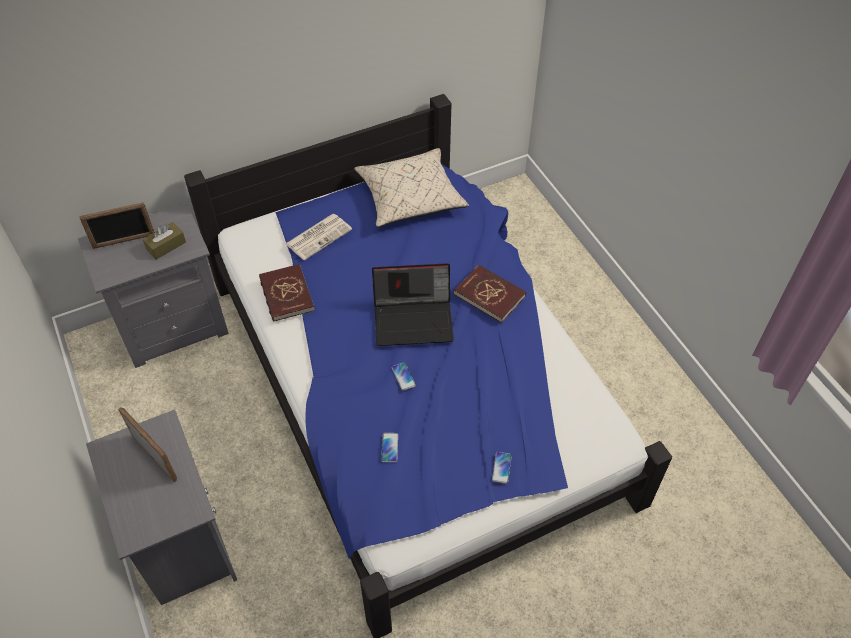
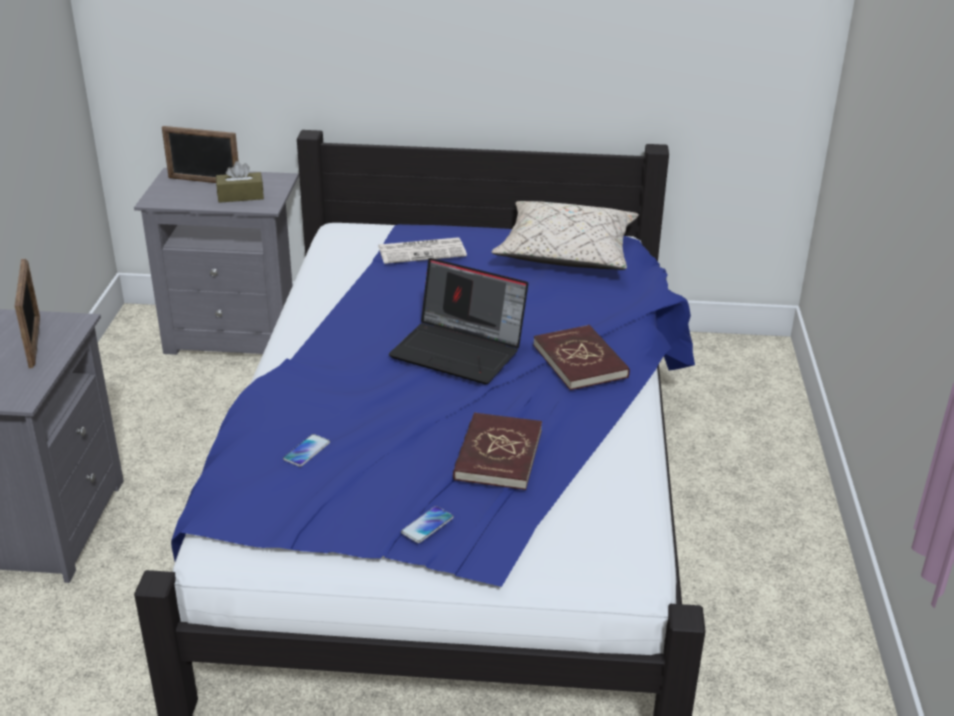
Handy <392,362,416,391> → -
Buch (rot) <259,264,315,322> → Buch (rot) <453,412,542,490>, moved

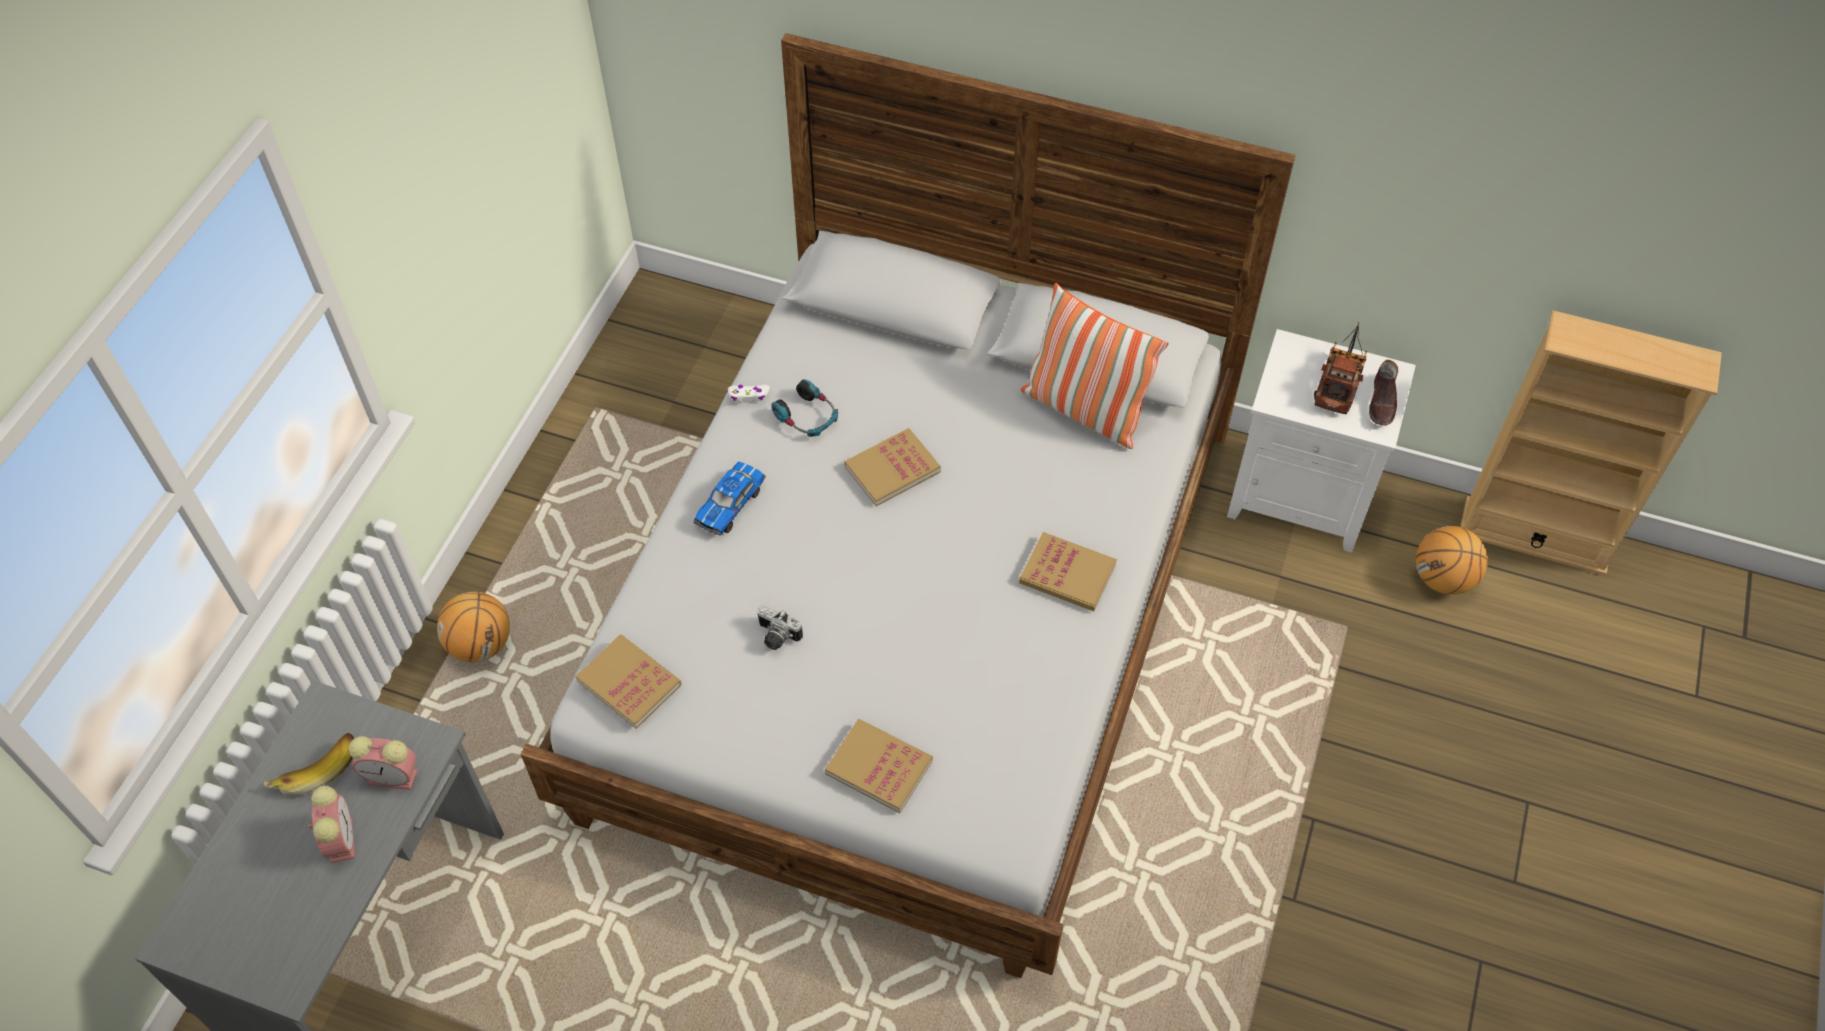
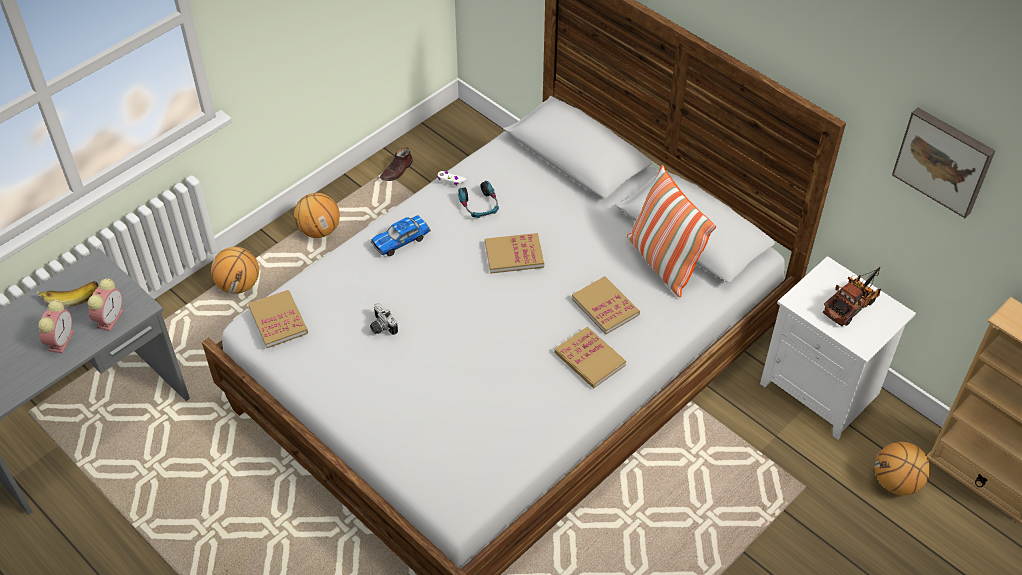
- → Basketball <294,193,340,238>
- → Bild <892,108,995,218>
Buch <825,719,933,813> → Buch <572,276,640,334>, moved
Schuh (braun) <1369,360,1398,426> → Schuh (braun) <380,147,413,181>, moved
Wecker <349,736,418,790> → Wecker <88,278,124,331>, 105 degrees counterclockwise

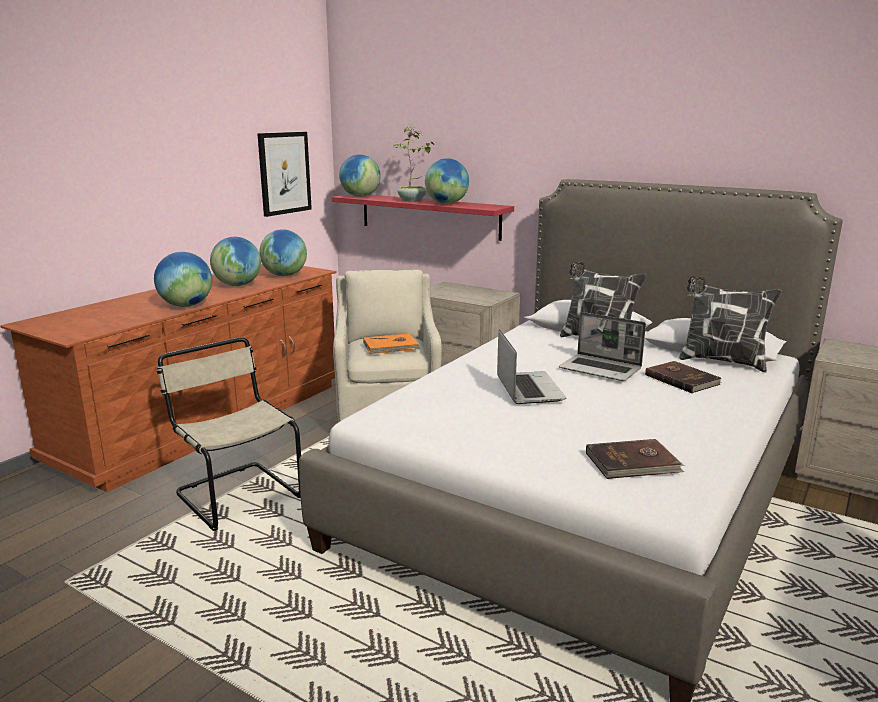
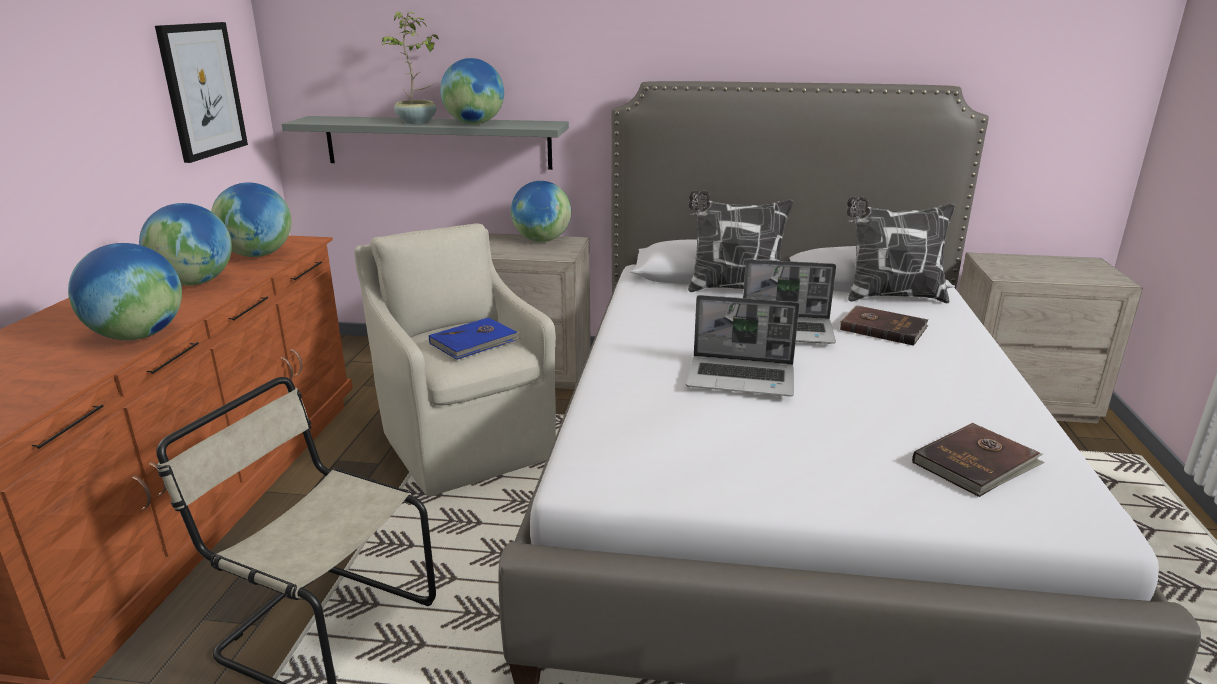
Globus <339,155,381,197> → Globus <511,181,571,242>, moved
Wandregal (rot) <332,194,514,241> → Wandregal (grau) <282,116,569,170>
Buch (orange) <363,333,420,354> → Buch (blau) <429,317,521,360>
Laptop <497,329,566,404> → Laptop <686,295,800,396>, 135 degrees clockwise

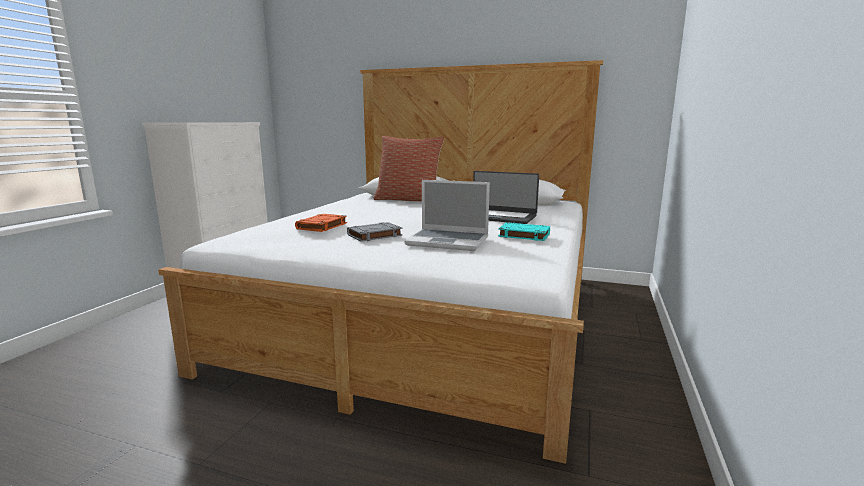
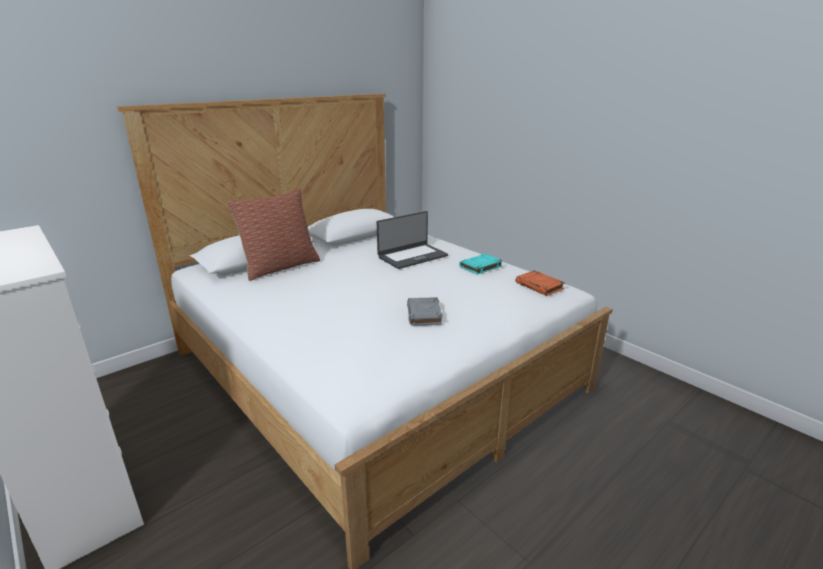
Laptop <404,180,490,251> → -
Buch (orange) <295,214,347,232> → Buch (orange) <515,270,565,296>, moved

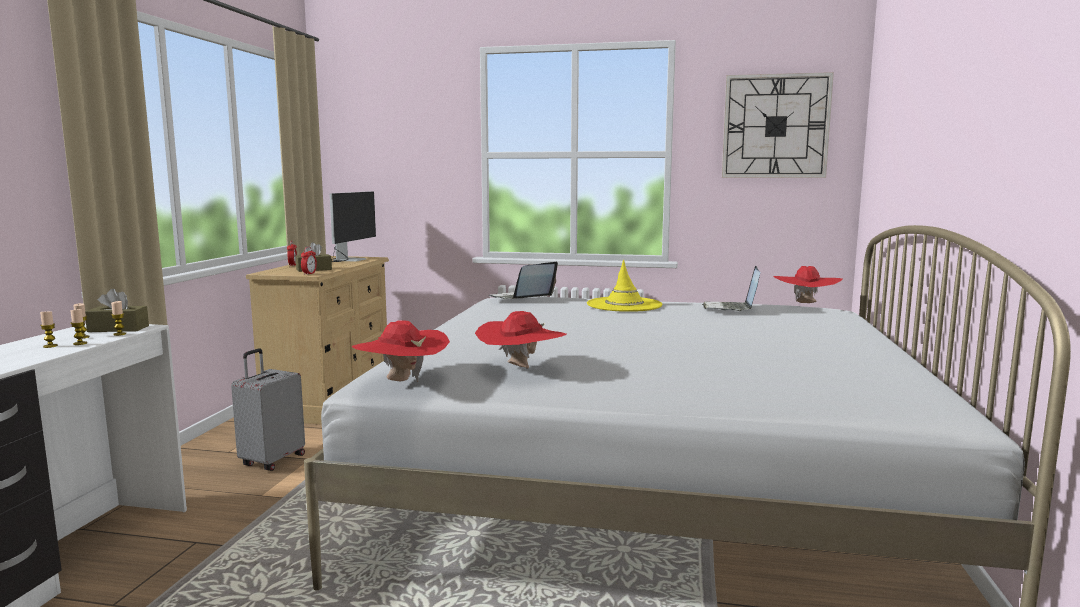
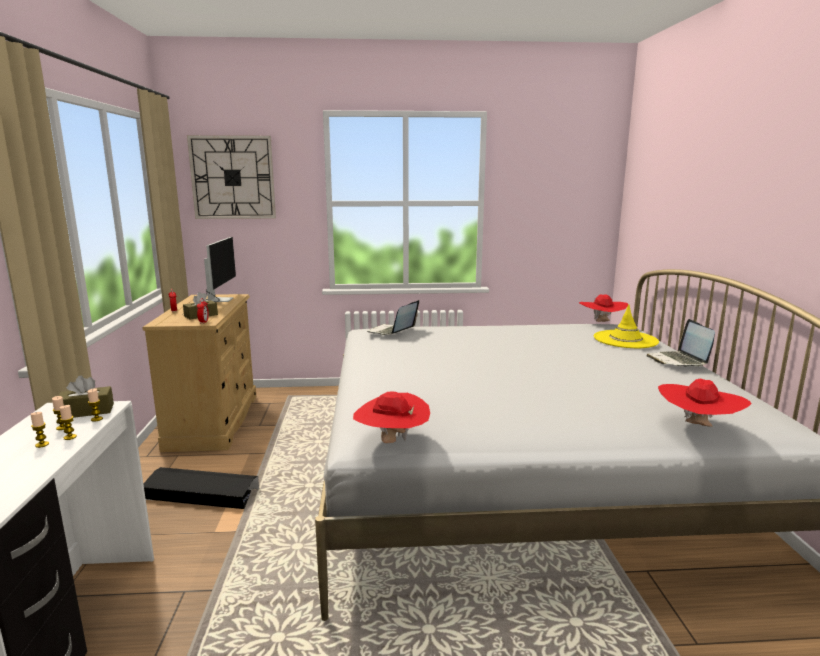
Hut (rot) <475,311,567,369> → Hut (rot) <658,379,752,427>, moved
Hut (gelb) <587,260,662,312> → Hut (gelb) <594,304,659,348>, moved
Laptop <702,266,760,311> → Laptop <647,319,715,367>, moved
Wanduhr <722,72,834,178> → Wanduhr <187,135,276,219>, moved
Koffer (grau) <231,349,305,471> → Aufbewahrungsbox (schwarz) <144,467,259,509>

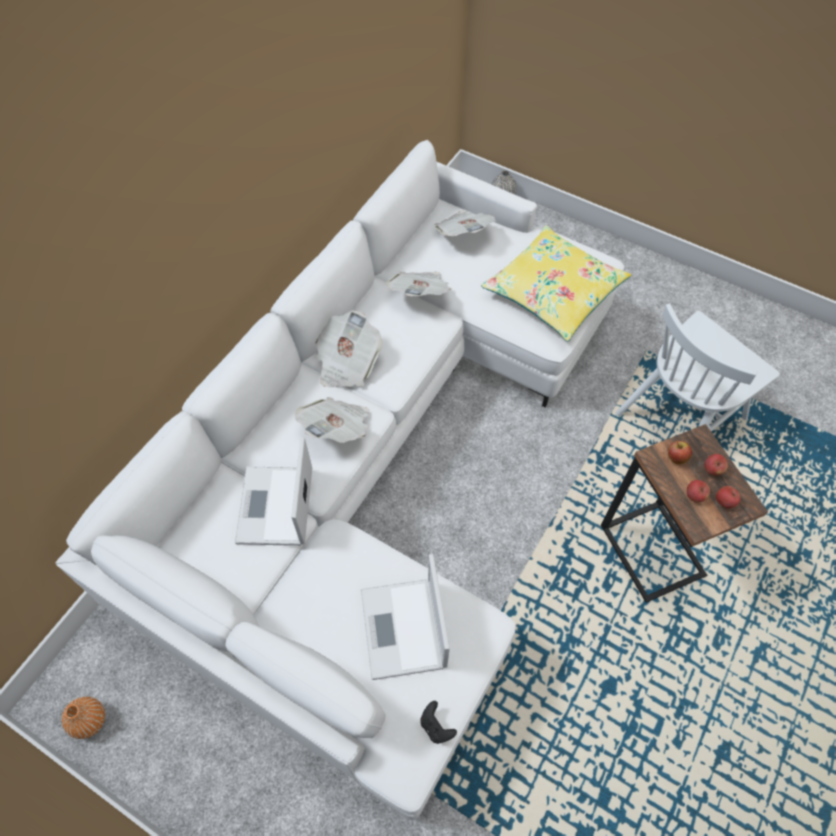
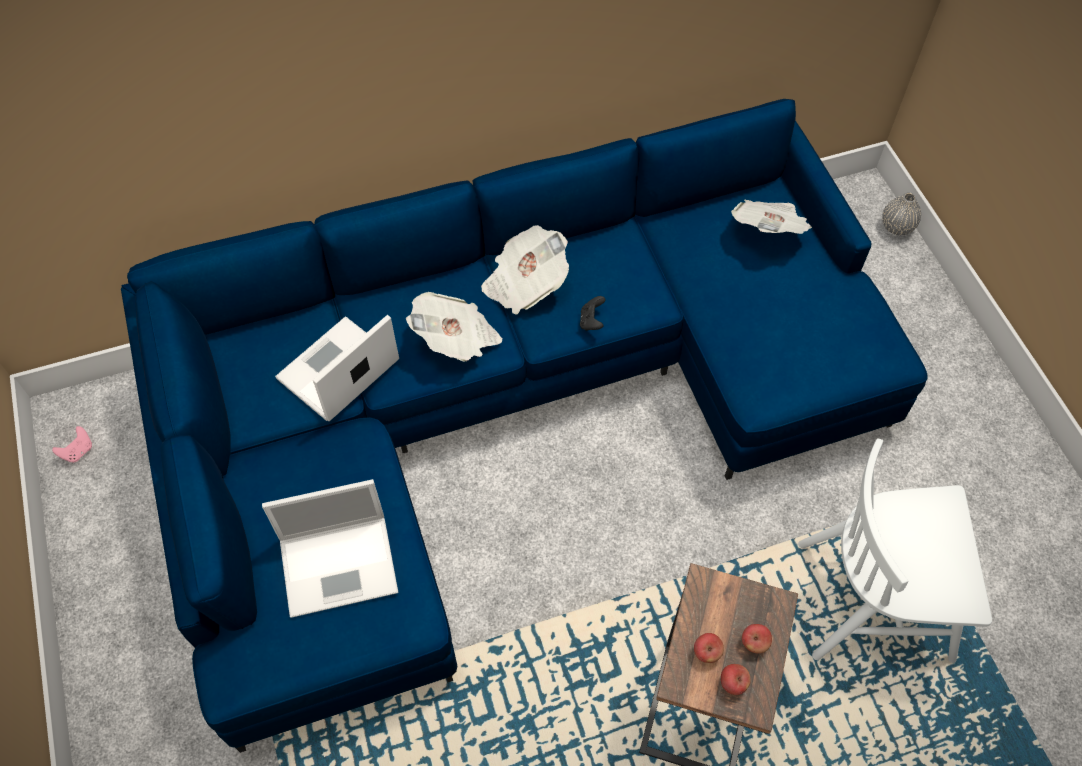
Zeitung <386,271,451,296> → -
Kissen (gelb) <481,225,631,341> → -
Apfel <668,441,692,465> → -
Gamepad (schwarz) <420,701,457,744> → Gamepad (schwarz) <580,296,606,331>, moved
Vase (orange) <62,697,105,739> → Gamepad (rosa) <52,426,92,463>
Sofa (weiß) <55,140,624,820> → Sofa (blau) <121,99,928,753>
Laptop <361,554,450,680> → Laptop <262,479,398,618>, 135 degrees counterclockwise

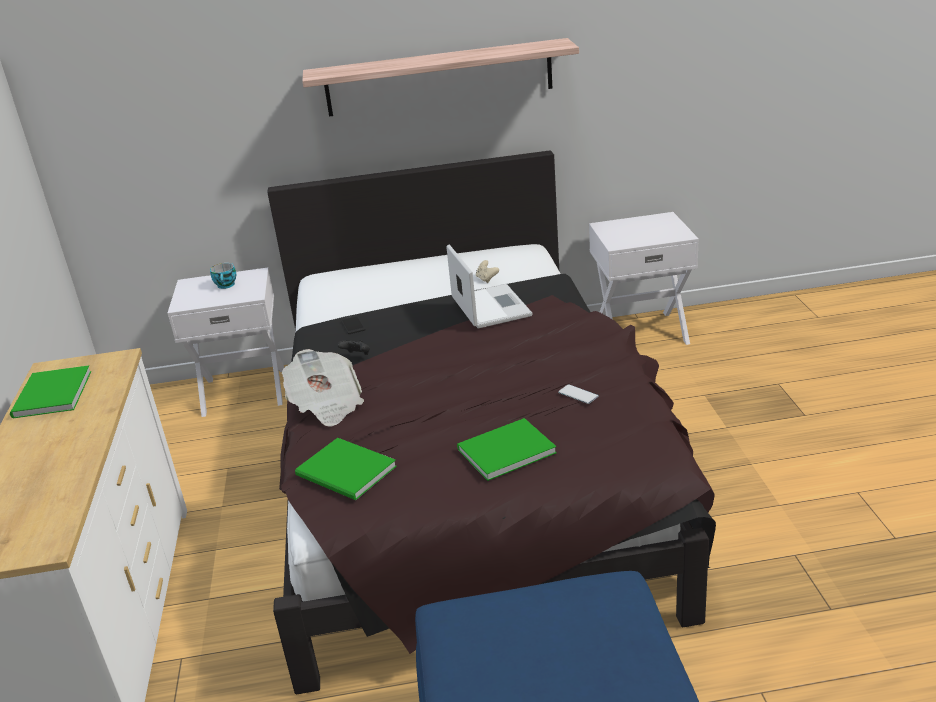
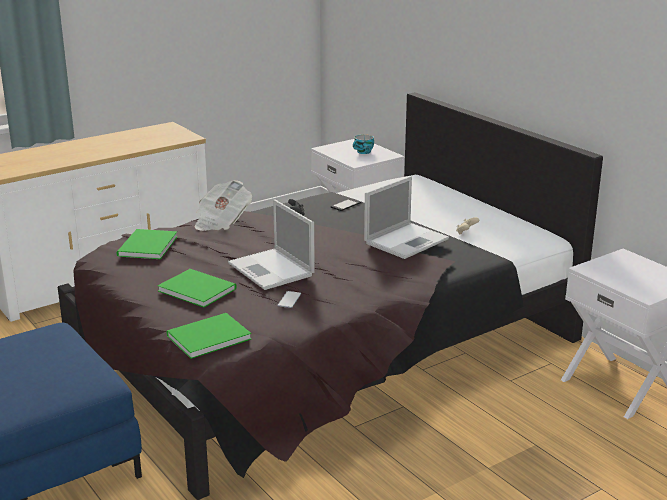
Wandregal <302,38,579,117> → -
- → Laptop <228,200,315,290>
Buch (grün) <10,365,91,418> → Buch (grün) <166,313,251,359>, moved

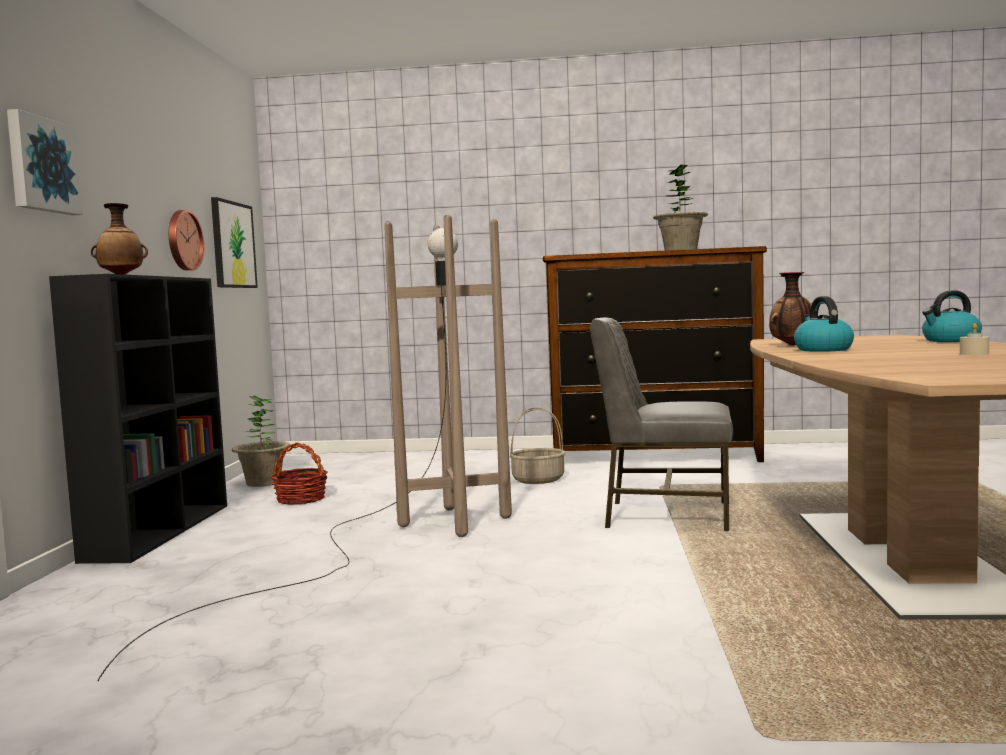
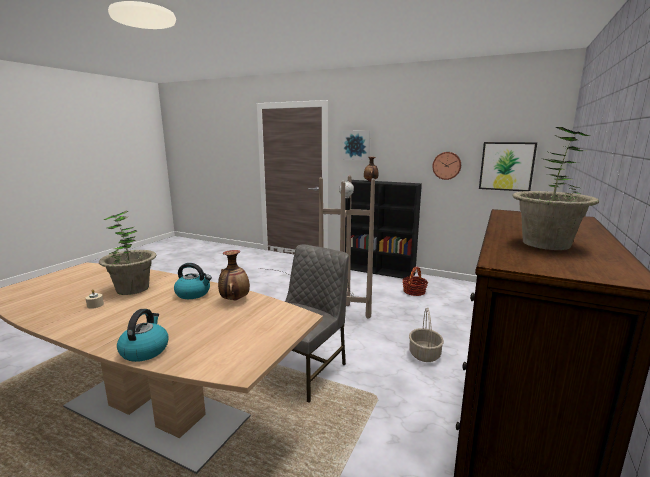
Topfpflanze <232,396,290,487> → Topfpflanze <99,211,156,295>, moved

